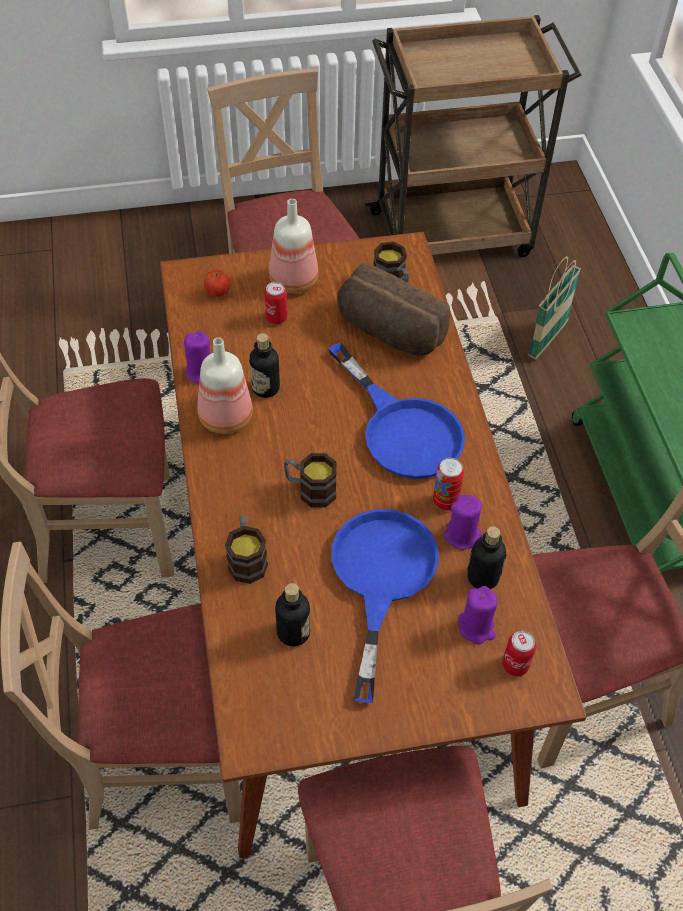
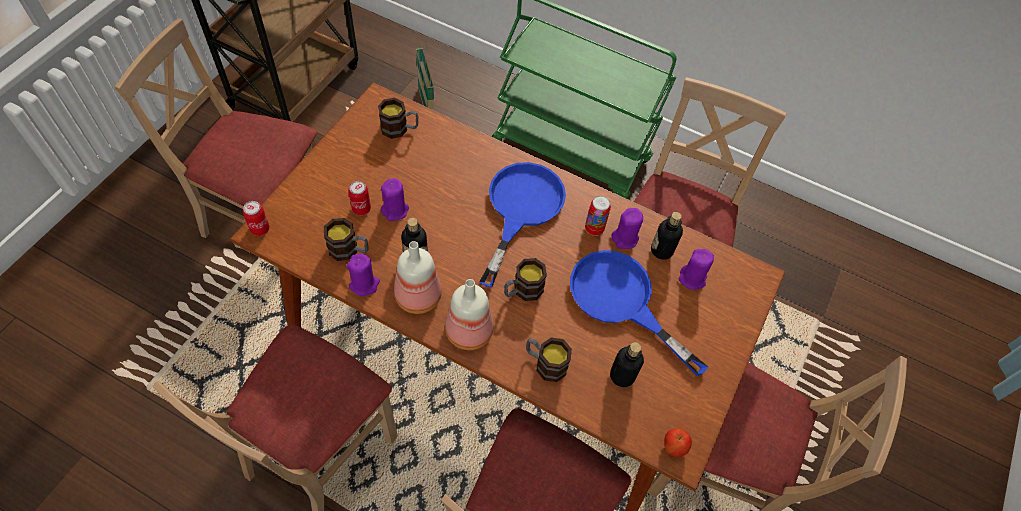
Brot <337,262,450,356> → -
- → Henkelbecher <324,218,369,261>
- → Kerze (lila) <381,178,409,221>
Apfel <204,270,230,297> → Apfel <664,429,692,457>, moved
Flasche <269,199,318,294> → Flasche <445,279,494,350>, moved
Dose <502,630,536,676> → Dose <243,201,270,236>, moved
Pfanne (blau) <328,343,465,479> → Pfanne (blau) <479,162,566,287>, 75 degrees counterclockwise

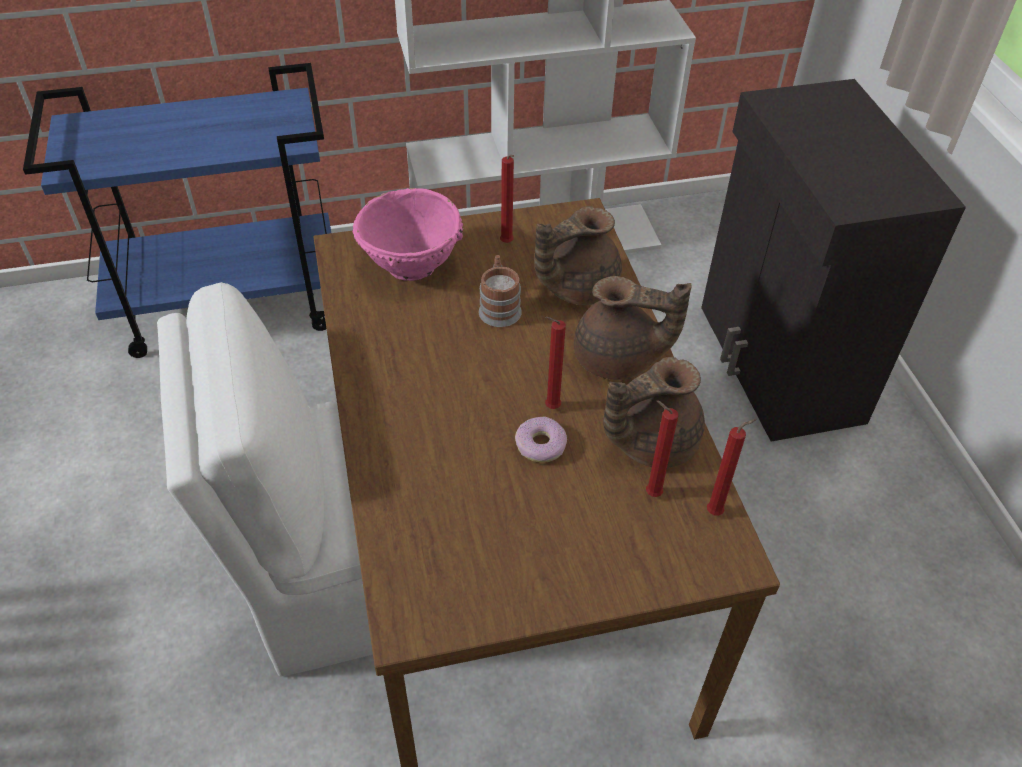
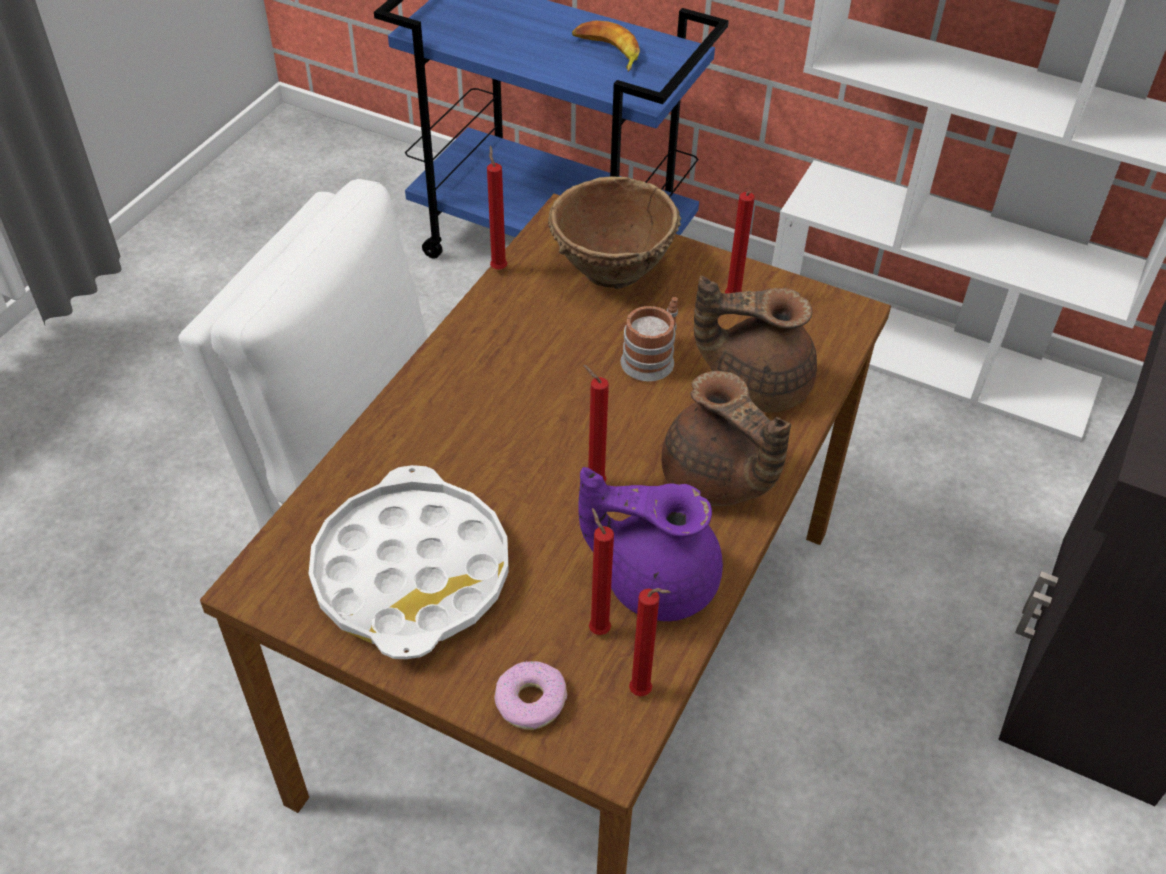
- → Tablett (weiß) <309,465,509,659>
- → Kerze (rot) <487,146,507,270>
- → Banane <572,20,640,72>
Donut <515,417,567,463> → Donut <494,661,567,730>, moved
Schüssel (rosa) <352,188,463,281> → Schüssel (braun) <548,176,681,289>
Teekanne (braun) <603,357,705,468> → Teekanne (lila) <578,467,723,621>

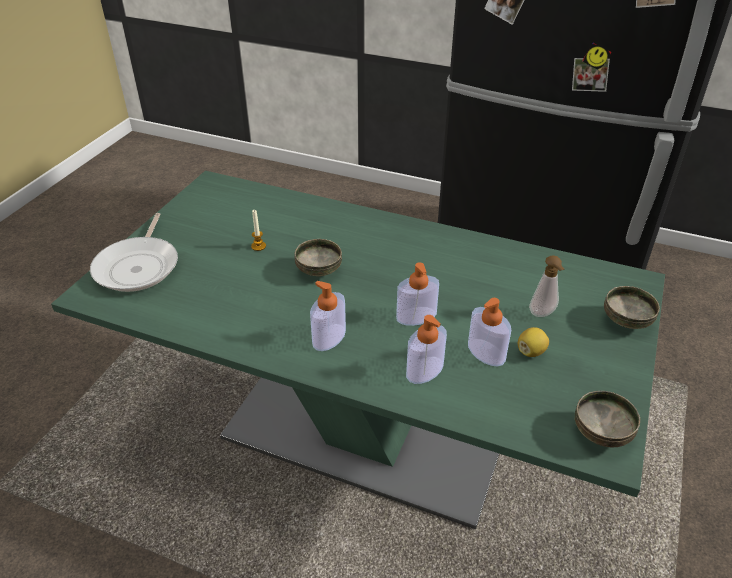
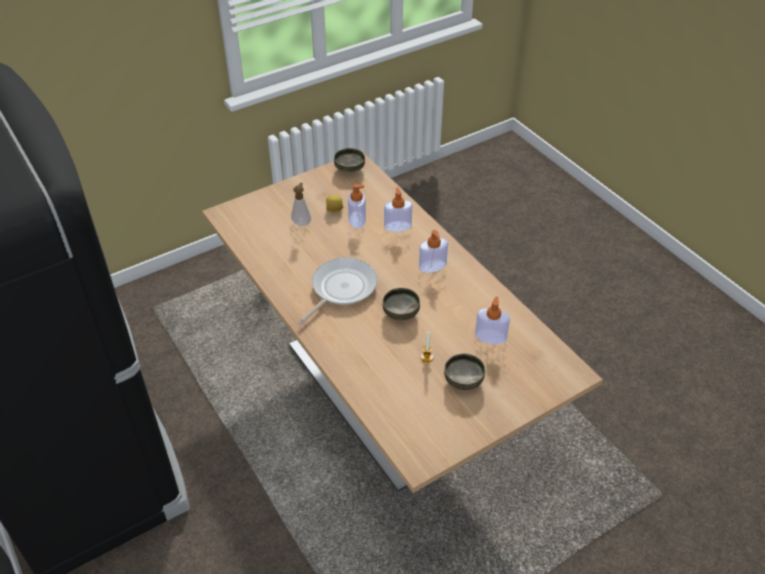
Pfanne <90,213,178,292> → Pfanne <298,258,377,324>, moved
Seifenspender <396,262,439,326> → Seifenspender <475,296,510,345>, moved
Schüssel <604,286,660,329> → Schüssel <444,354,485,390>, moved
Esstisch (grün) <51,171,665,529> → Esstisch (beige) <202,152,603,493>

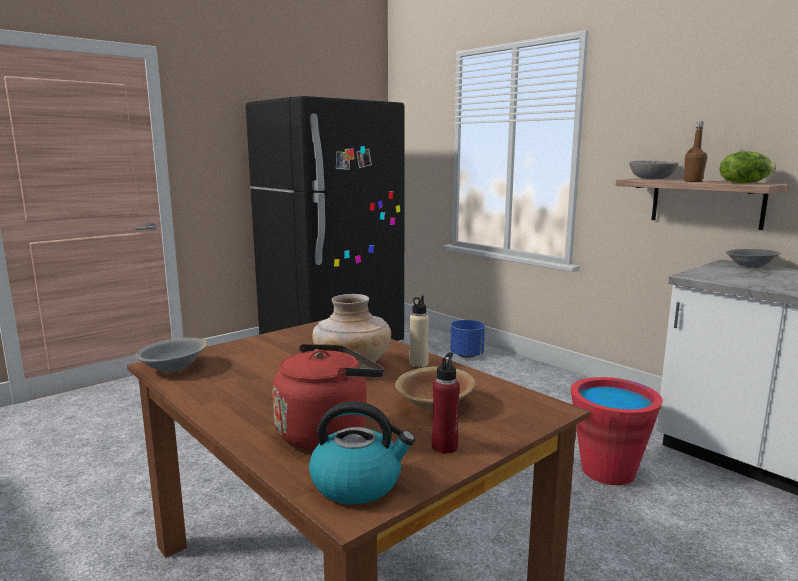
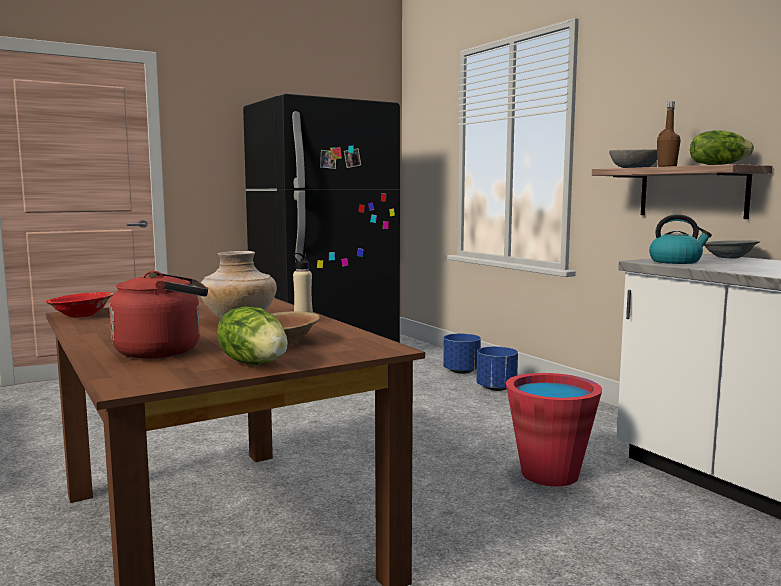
- → Pflanzkübel (blau) <477,347,518,391>
Wasserkessel <309,401,415,504> → Wasserkessel <649,214,712,264>, moved
Flasche (rot) <432,352,460,454> → Salatkopf <217,307,288,365>
Schüssel (grau) <135,338,208,372> → Schüssel (rot) <46,292,114,317>

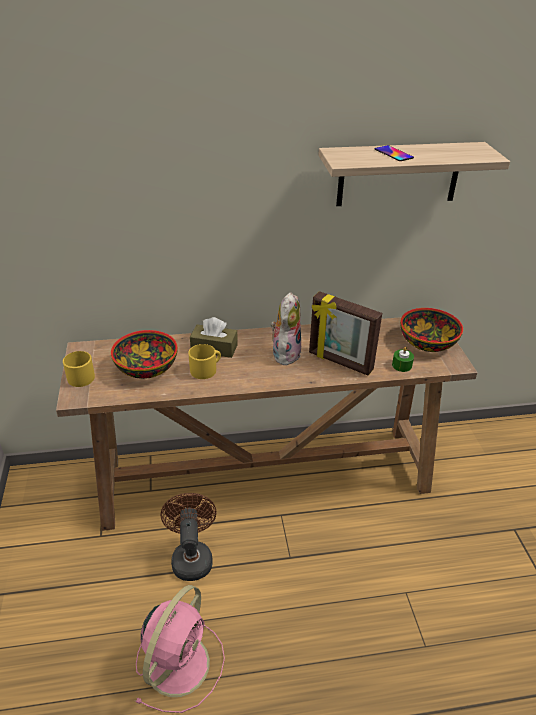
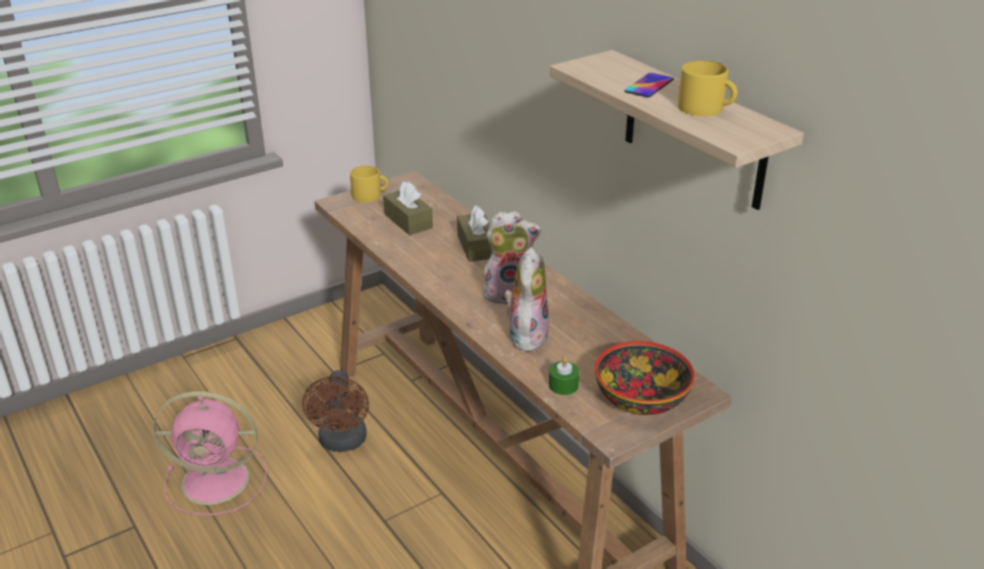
Henkelbecher (gelb) <188,344,221,379> → Henkelbecher (gelb) <678,60,738,116>, moved
Schüssel <111,330,178,379> → Taschentuchbox (braun) <383,181,433,235>
Bilderrahmen <309,291,382,375> → Plüschtier <504,247,549,352>
Ventilator (braun) <161,493,217,581> → Ventilator (braun) <302,370,369,452>, 120 degrees clockwise

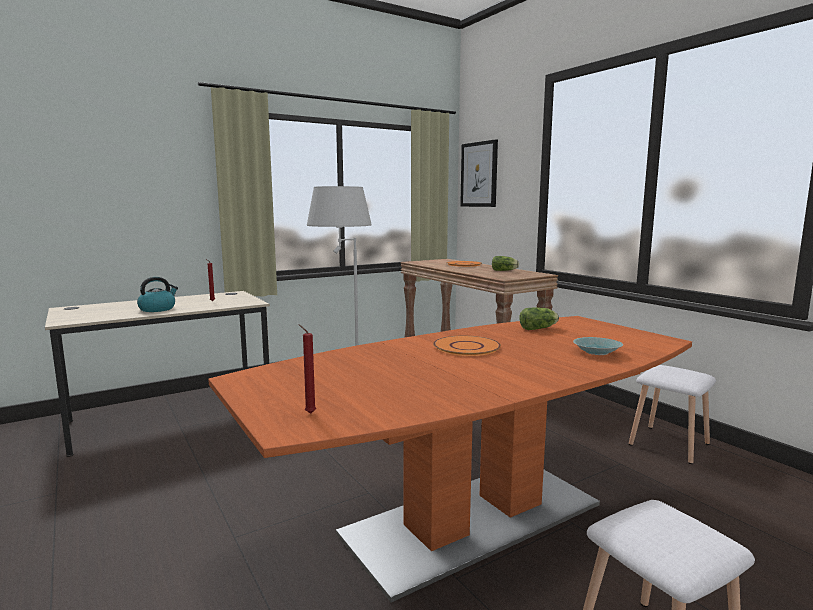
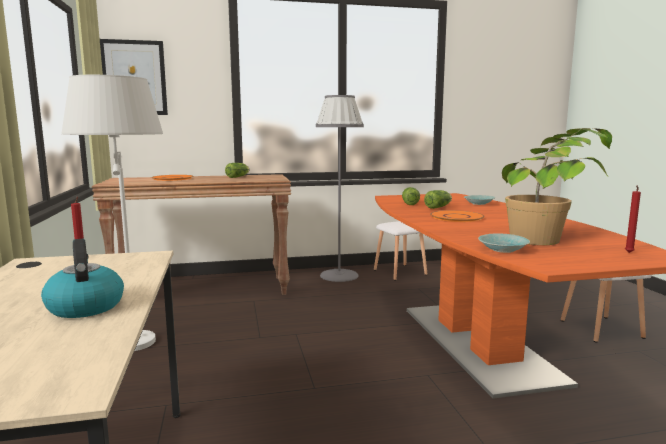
- → Stehlampe (grau) <316,95,364,282>
- → Salatkopf <424,190,452,209>
- → Schüssel (türkis) <478,233,530,253>
- → Topfpflanze <502,128,612,245>

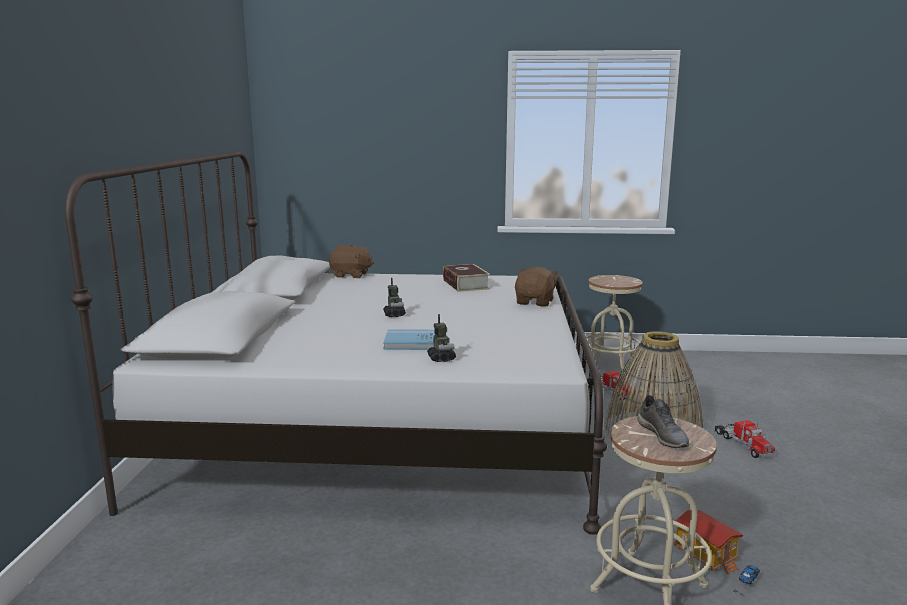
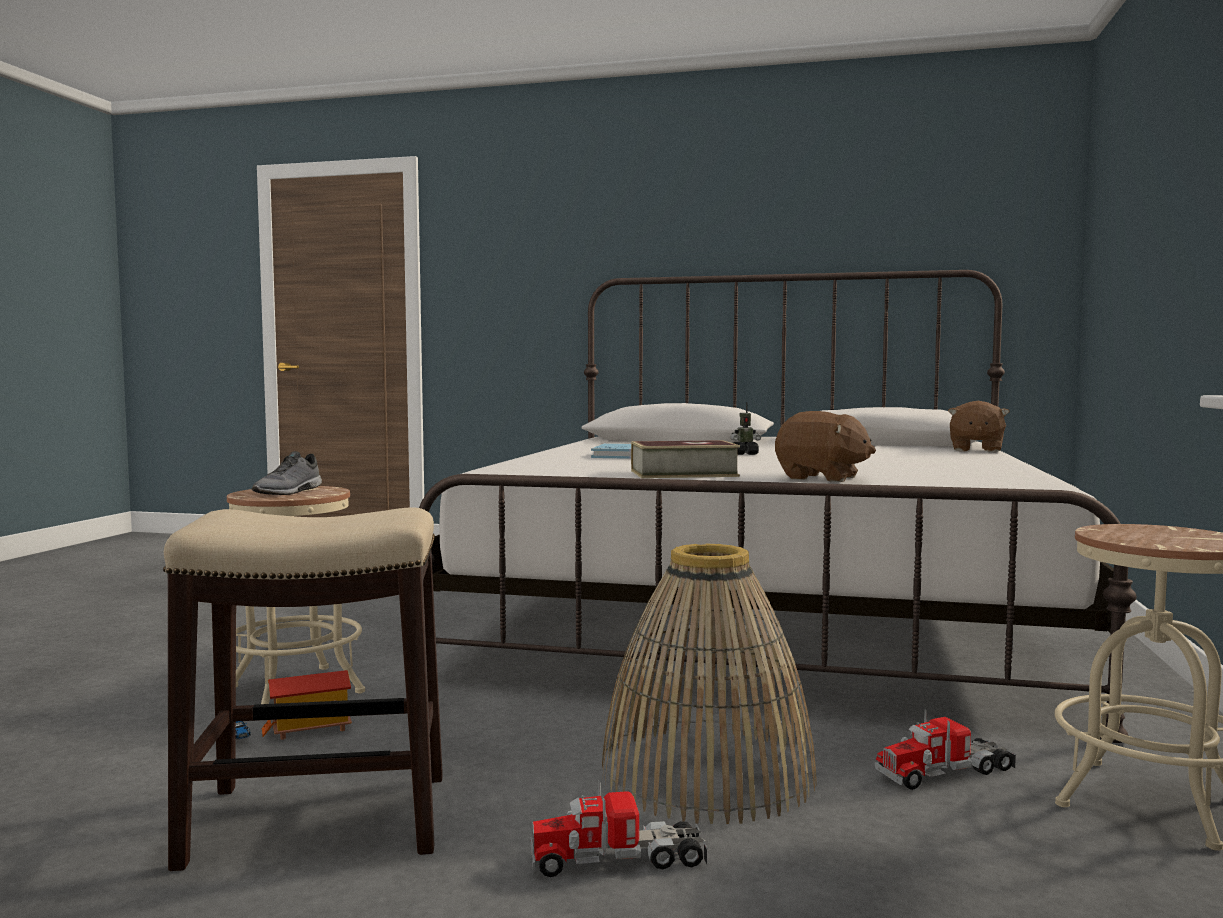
Spielzeugroboter <427,314,456,362> → -
- → Hocker <163,508,443,871>
Buch <443,264,490,292> → Buch <631,440,740,478>, moved
Schuh (grau) <637,395,690,448> → Schuh (grau) <252,451,322,495>, 60 degrees counterclockwise

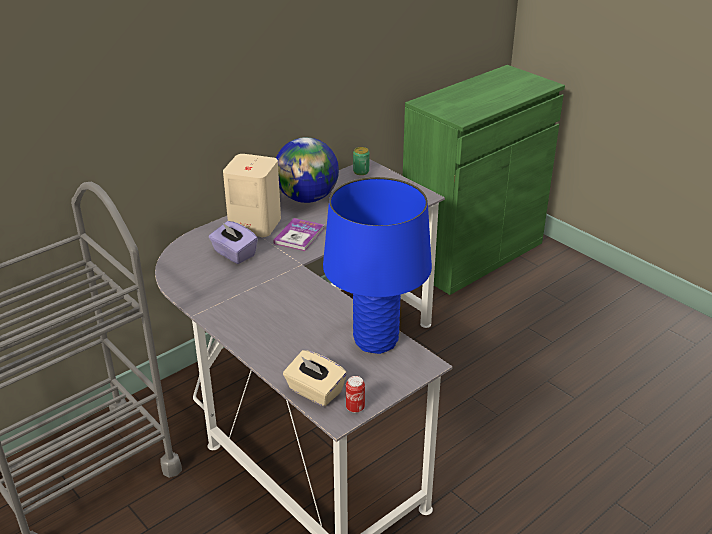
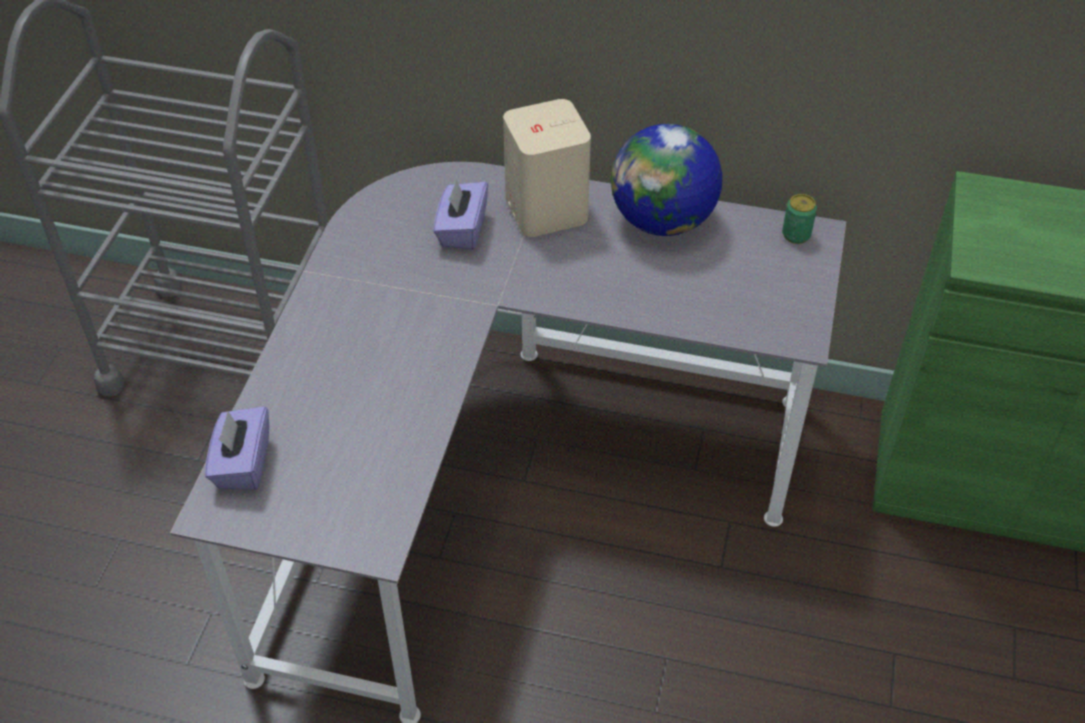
Buch <273,218,324,251> → -
Tischlampe (blau) <323,177,432,354> → -
Dose <346,376,365,413> → -
Taschentuchbox (beige) <283,350,347,407> → Taschentuchbox (lila) <205,406,269,490>

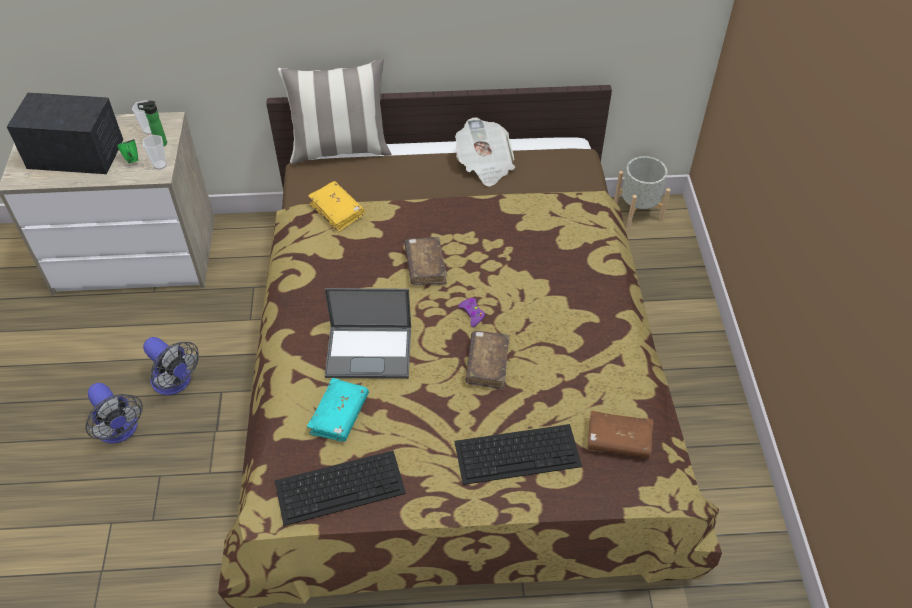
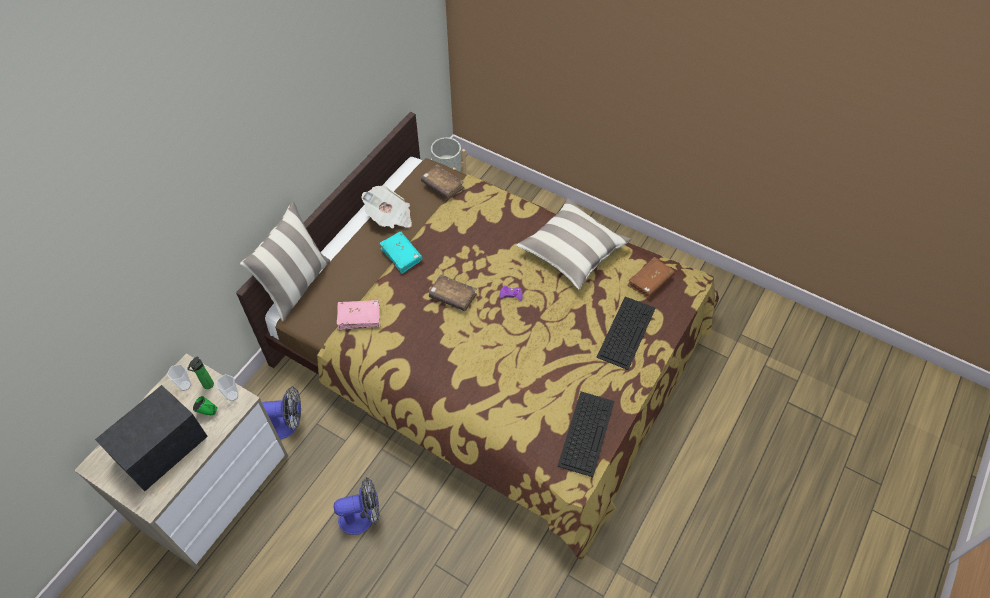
Laptop <325,288,411,379> → -
- → Kissen <516,198,631,289>
Ventilator <85,383,143,444> → Ventilator <262,386,301,439>, moved
Buch (türkis) <307,378,369,442> → Buch (türkis) <379,231,423,274>, moved
Buch (braun) <466,331,510,390> → Buch (braun) <421,164,464,199>, moved
Buch (gelb) <308,181,365,232> → Buch (rosa) <337,300,380,330>

